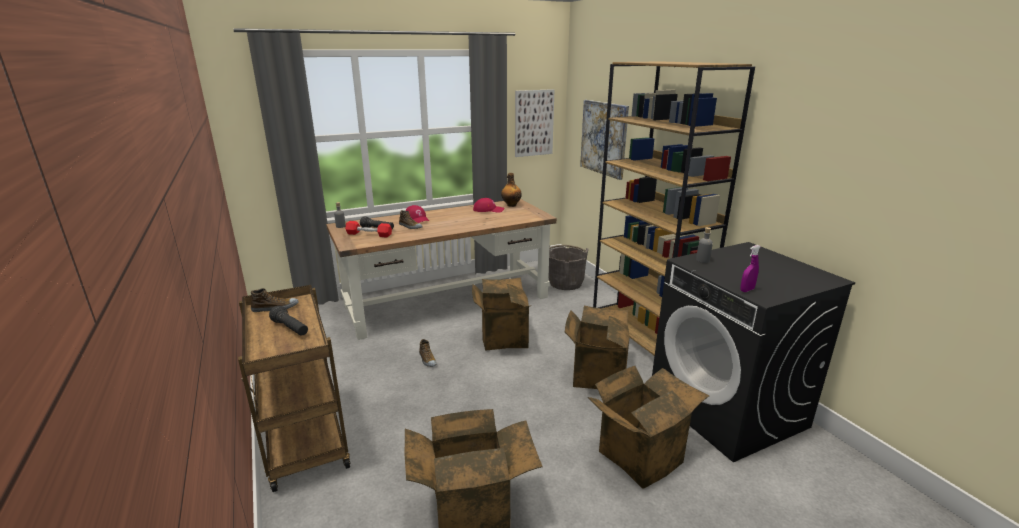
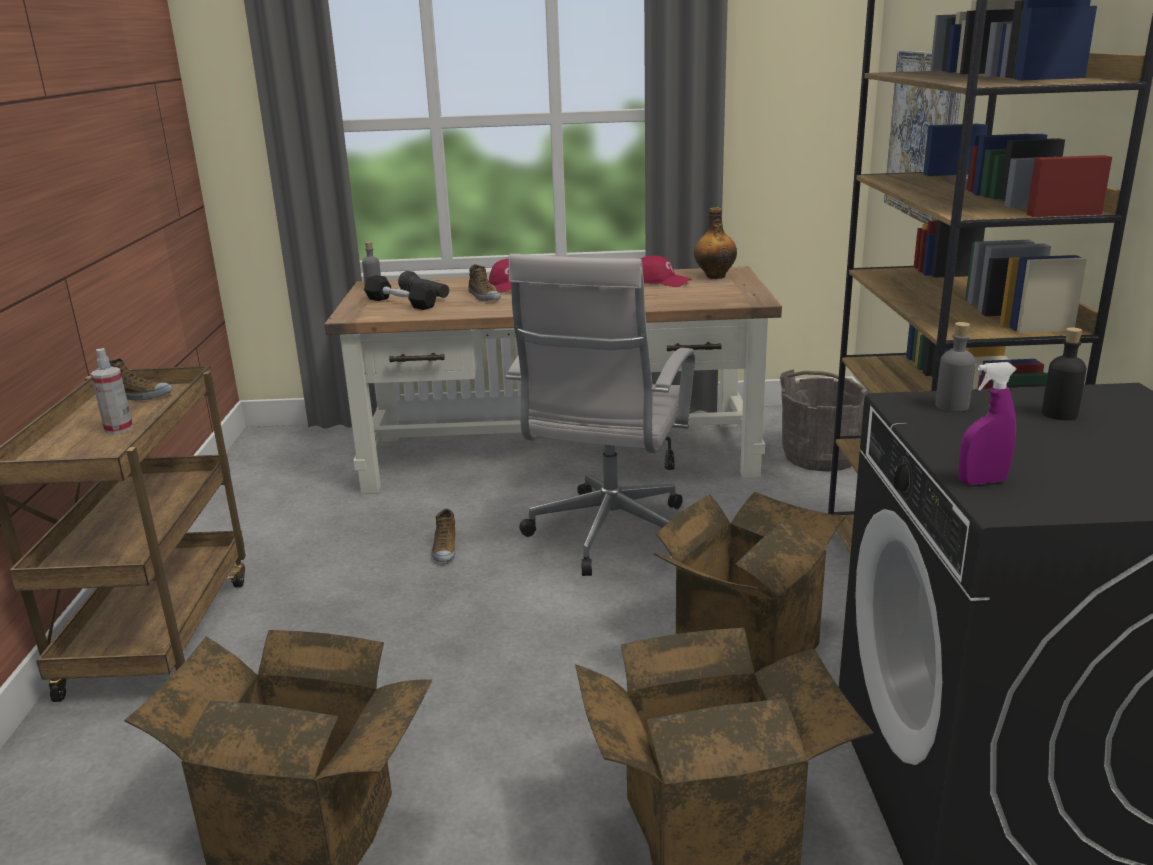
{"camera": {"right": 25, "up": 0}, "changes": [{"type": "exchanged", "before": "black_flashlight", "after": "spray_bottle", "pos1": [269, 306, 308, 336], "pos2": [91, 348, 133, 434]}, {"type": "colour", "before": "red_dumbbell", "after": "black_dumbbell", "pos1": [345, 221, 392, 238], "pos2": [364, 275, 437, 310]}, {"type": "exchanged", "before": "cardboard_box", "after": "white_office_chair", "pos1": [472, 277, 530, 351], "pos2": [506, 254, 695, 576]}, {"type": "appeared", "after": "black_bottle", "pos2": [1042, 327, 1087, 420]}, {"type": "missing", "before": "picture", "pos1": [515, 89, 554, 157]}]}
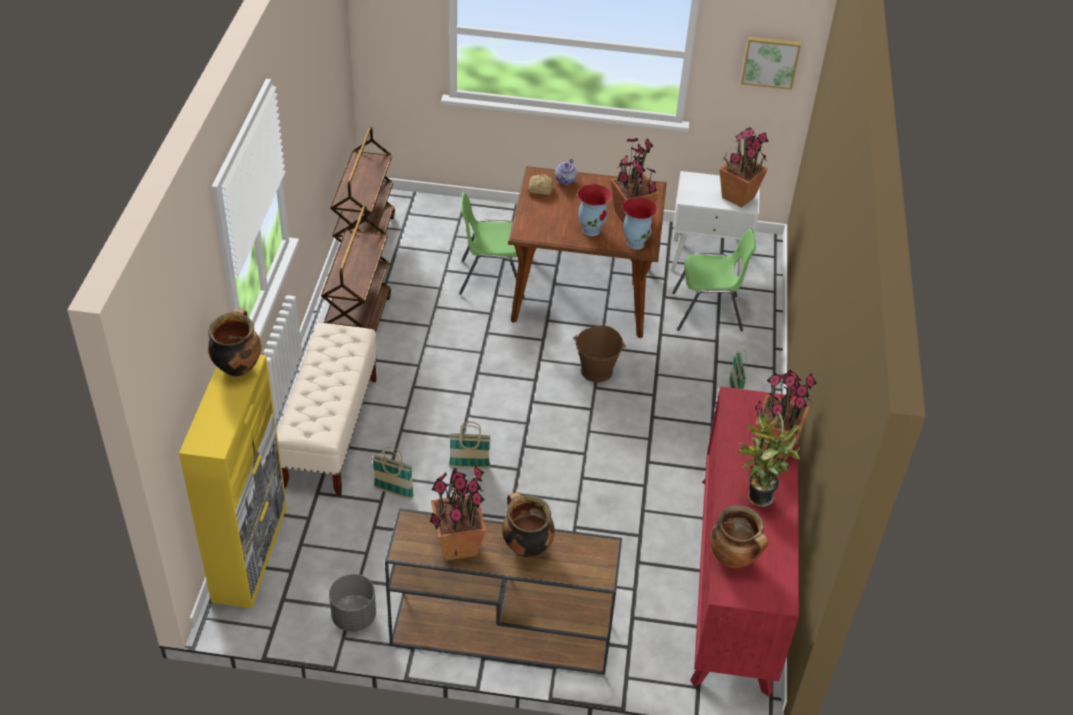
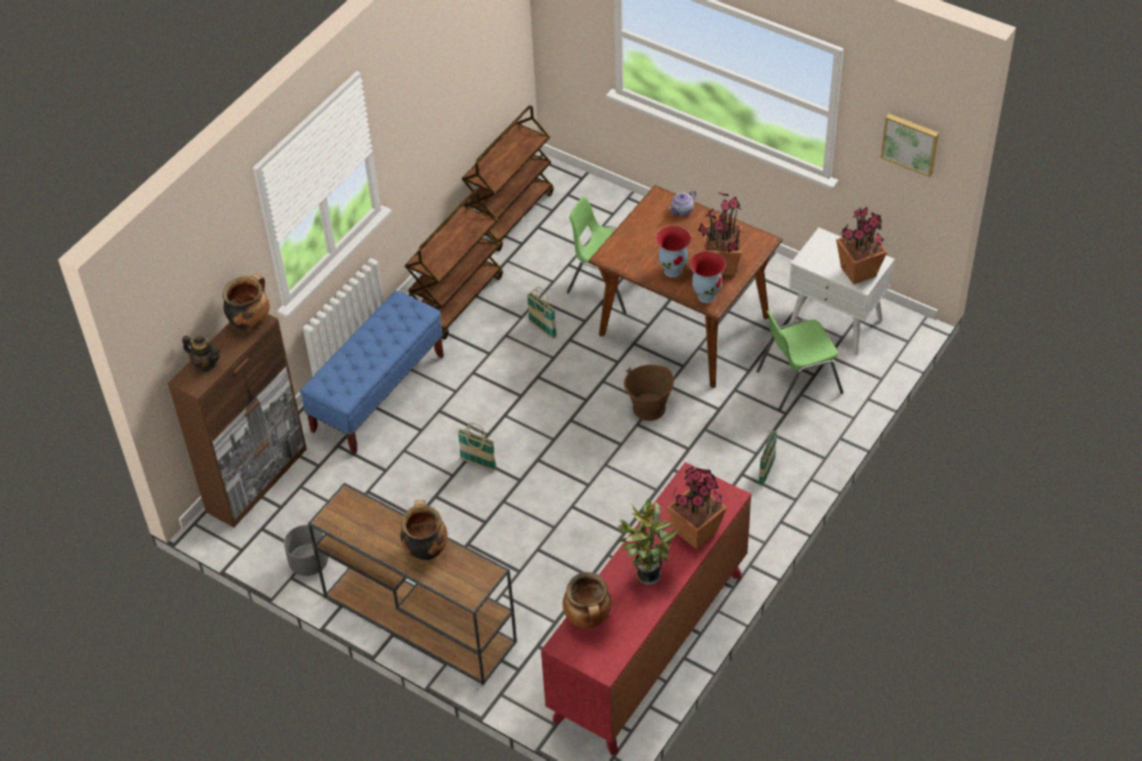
{"camera": {"right": 30, "up": 5}, "changes": [{"type": "colour", "before": "yellow_cabinet", "after": "brown_cabinet", "pos1": [179, 355, 287, 608], "pos2": [168, 314, 307, 528]}, {"type": "appeared", "after": "teapot", "pos2": [182, 336, 221, 371]}, {"type": "colour", "before": "beige_bench", "after": "blue_bench", "pos1": [277, 323, 377, 496], "pos2": [300, 291, 444, 454]}, {"type": "relocated", "before": "basket", "pos1": [372, 447, 414, 500], "pos2": [527, 287, 557, 339]}, {"type": "spun", "before": "green_chair", "pos1": [672, 228, 756, 331], "pos2": [756, 310, 843, 411], "turn": 135}, {"type": "missing", "before": "potted_plant", "pos1": [430, 465, 486, 561]}, {"type": "missing", "before": "bread", "pos1": [528, 174, 553, 195]}]}
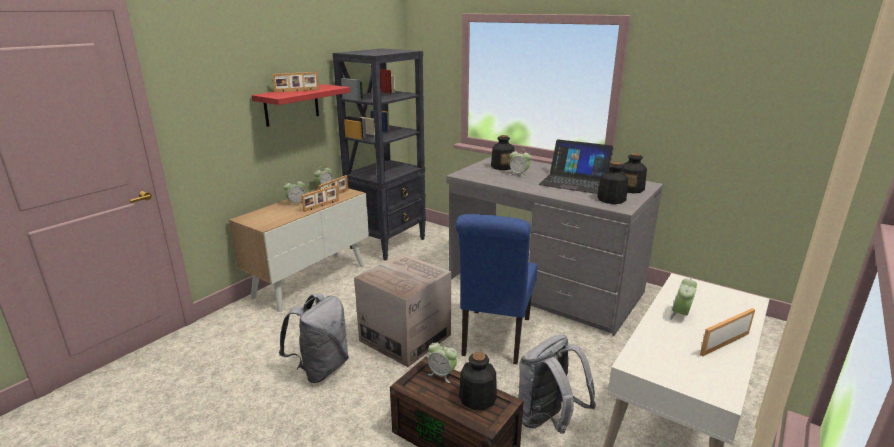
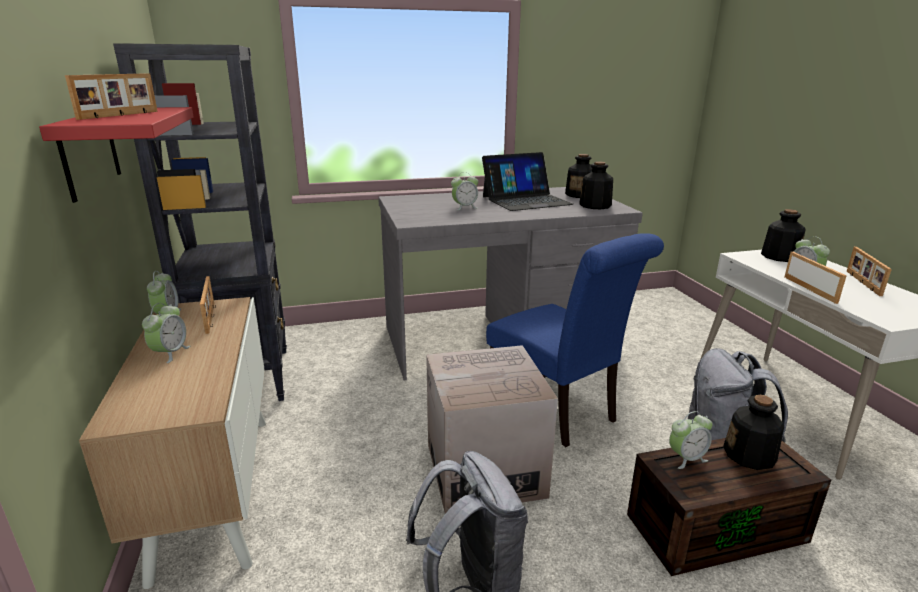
{"camera": {"right": -50, "up": 0}, "changes": [{"type": "relocated", "before": "bottle", "pos1": [491, 135, 514, 170], "pos2": [761, 209, 806, 262]}, {"type": "relocated", "before": "picture_frame", "pos1": [301, 185, 339, 212], "pos2": [784, 252, 847, 304]}]}
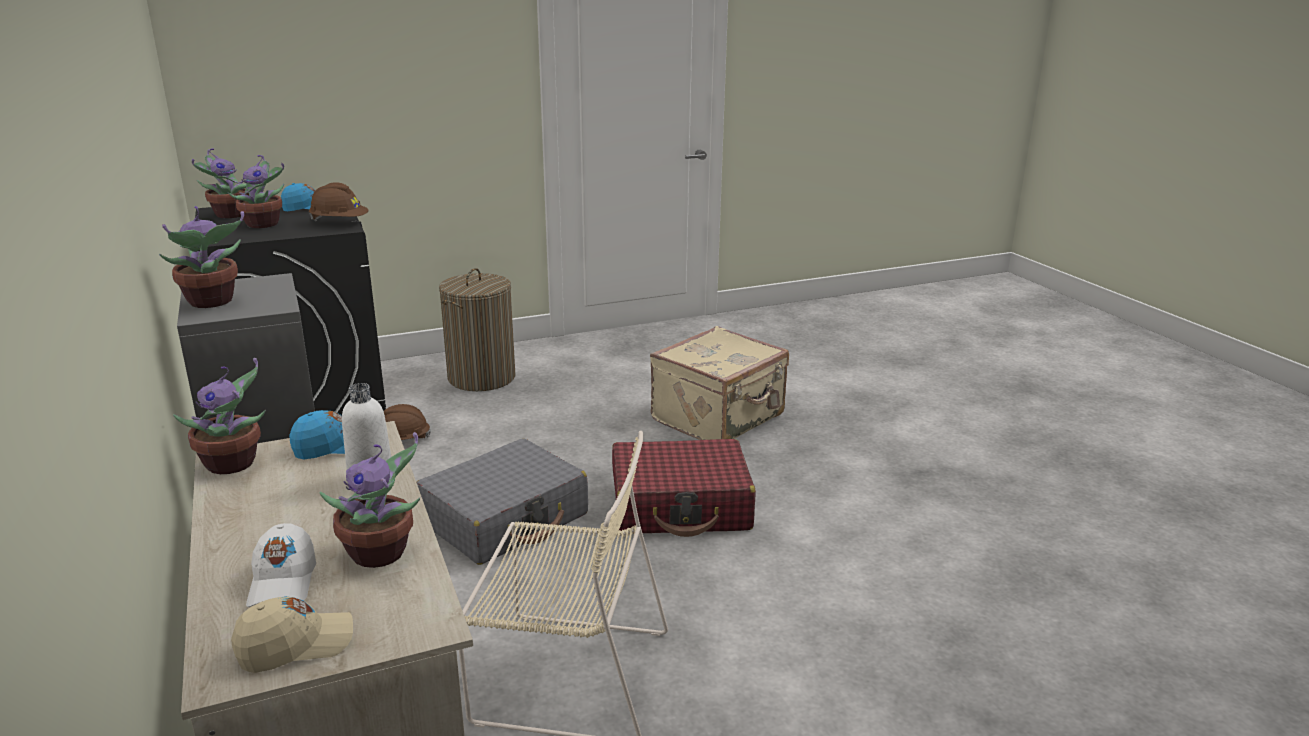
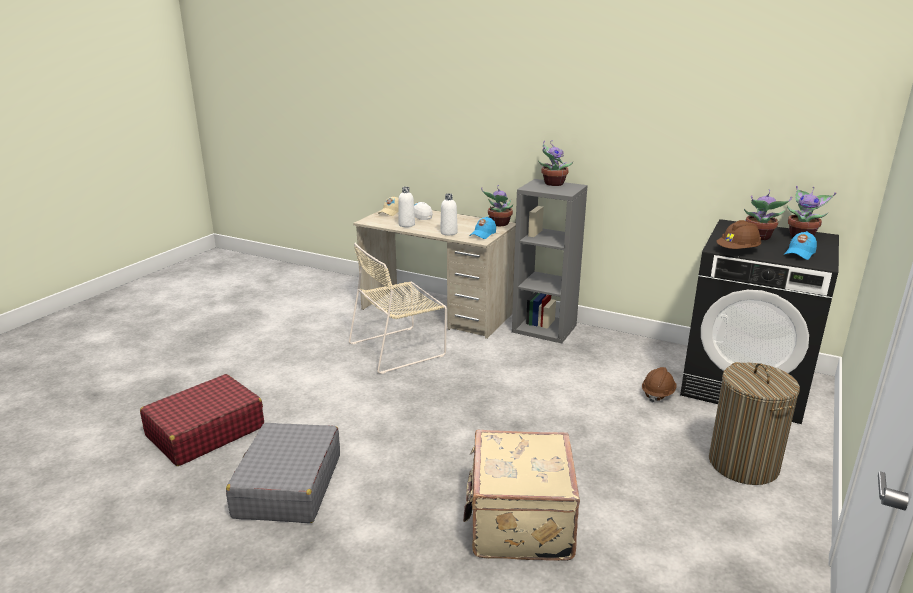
{"camera": {"right": 140, "up": 0}, "changes": [{"type": "relocated", "before": "red_suitcase", "pos1": [612, 439, 756, 537], "pos2": [140, 374, 264, 466]}, {"type": "relocated", "before": "grey_suitcase", "pos1": [416, 439, 588, 565], "pos2": [226, 423, 340, 523]}, {"type": "exchanged", "before": "potted_plant", "after": "white_bottle", "pos1": [319, 432, 420, 568], "pos2": [398, 187, 415, 227]}]}
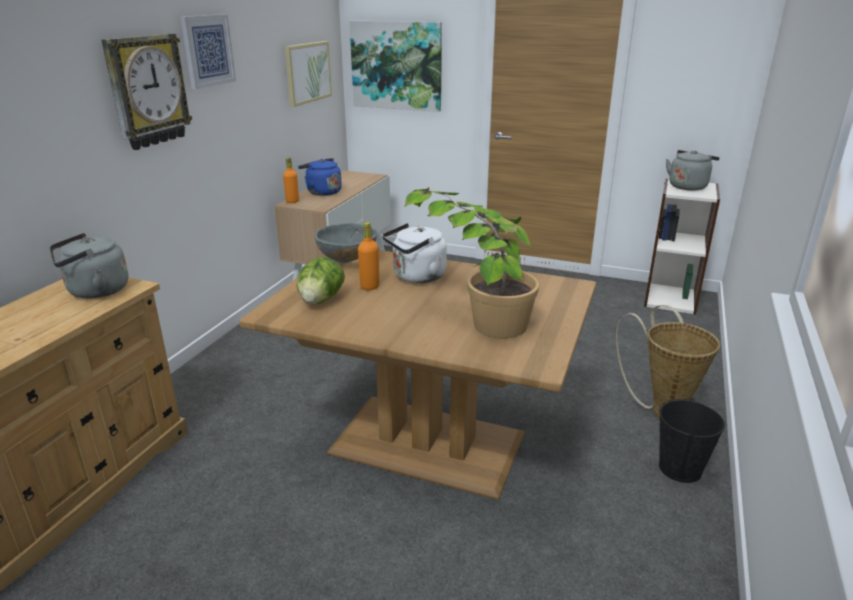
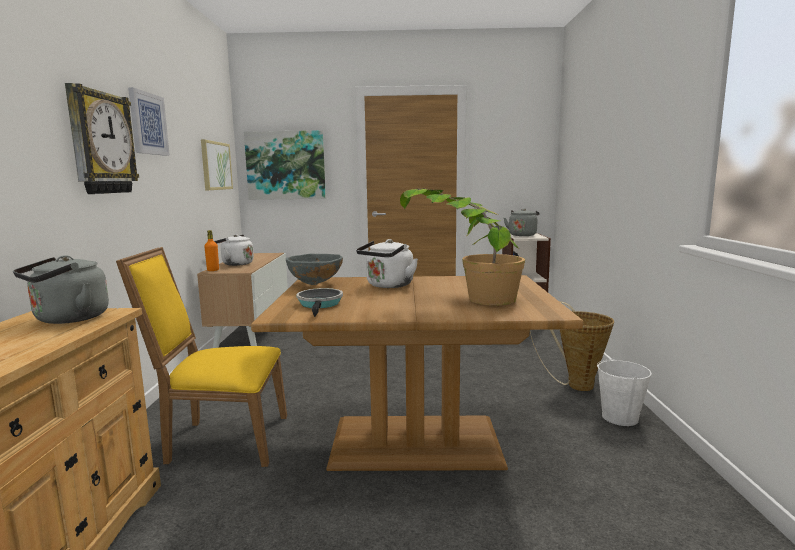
{"camera": {"right": -20, "up": -15}, "changes": [{"type": "appeared", "after": "yellow_chair", "pos2": [116, 247, 287, 467]}, {"type": "colour", "before": "blue_kettle", "after": "white_kettle", "pos1": [298, 158, 342, 196], "pos2": [214, 234, 254, 266]}, {"type": "exchanged", "before": "lettuce", "after": "frying_pan", "pos1": [297, 257, 345, 304], "pos2": [297, 288, 343, 317]}, {"type": "colour", "before": "black_bucket", "after": "white_bucket", "pos1": [659, 398, 725, 483], "pos2": [597, 358, 652, 426]}, {"type": "missing", "before": "orange_bottle", "pos1": [358, 222, 379, 290]}]}
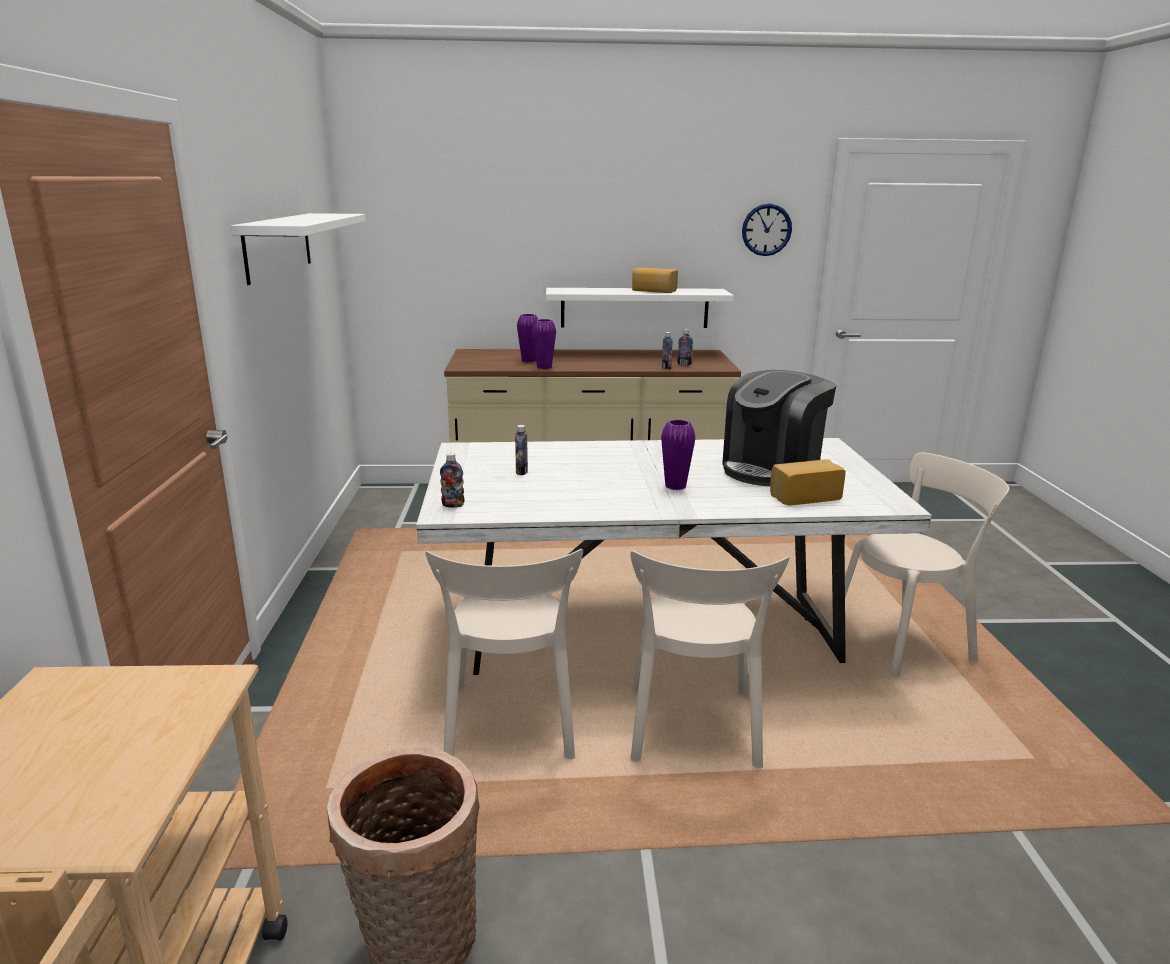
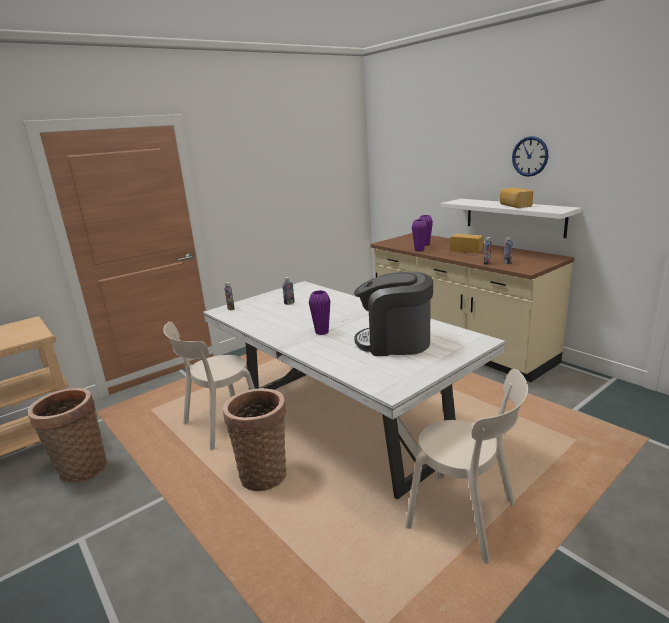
{"camera": {"right": 55, "up": 0}, "changes": [{"type": "exchanged", "before": "beige_chair", "after": "basket", "pos1": [630, 551, 789, 769], "pos2": [223, 388, 287, 491]}, {"type": "relocated", "before": "bread", "pos1": [770, 459, 846, 506], "pos2": [450, 234, 483, 253]}, {"type": "relocated", "before": "wall_clock", "pos1": [742, 204, 792, 256], "pos2": [512, 136, 549, 177]}, {"type": "missing", "before": "white_shelf", "pos1": [231, 213, 366, 285]}]}
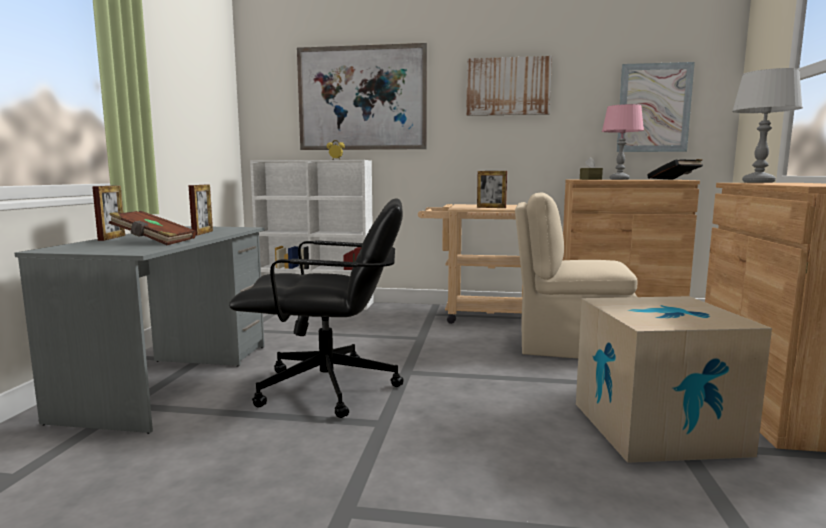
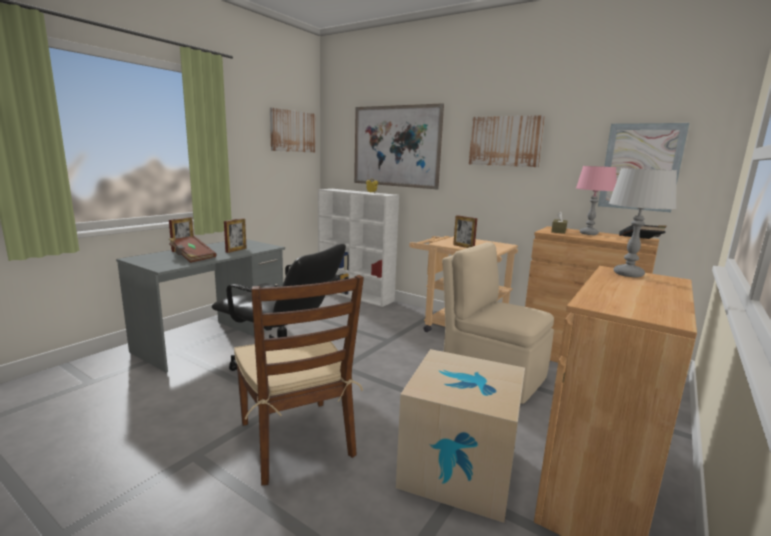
{"camera": {"right": 25, "up": 5}, "changes": [{"type": "appeared", "after": "brown_chair", "pos2": [234, 275, 364, 485]}, {"type": "appeared", "after": "picture", "pos2": [270, 108, 316, 153]}]}
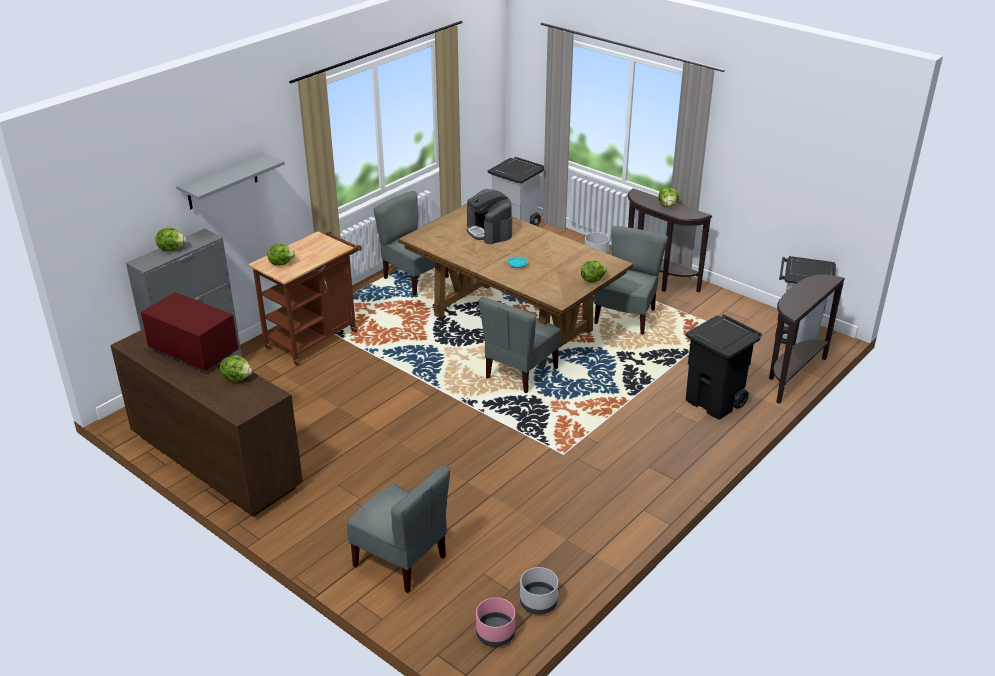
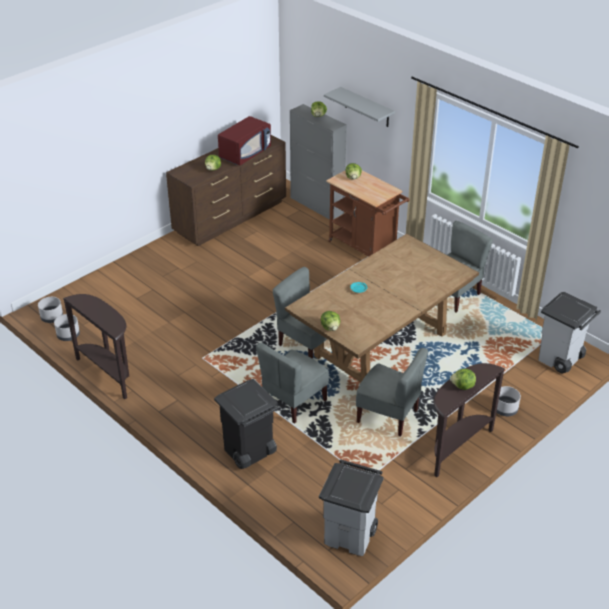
{"camera": {"right": 95, "up": 5}, "changes": [{"type": "colour", "before": "pink_planter", "after": "grey_planter", "pos1": [476, 598, 515, 647], "pos2": [38, 297, 63, 323]}, {"type": "relocated", "before": "brown_console_table", "pos1": [769, 275, 845, 404], "pos2": [63, 294, 129, 399]}, {"type": "relocated", "before": "grey_chair", "pos1": [347, 465, 450, 593], "pos2": [256, 342, 329, 424]}, {"type": "missing", "before": "coffee_machine", "pos1": [467, 189, 512, 244]}]}
